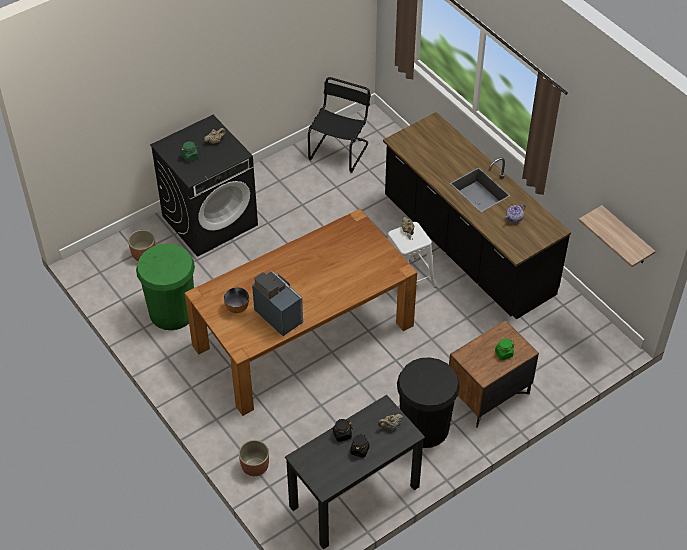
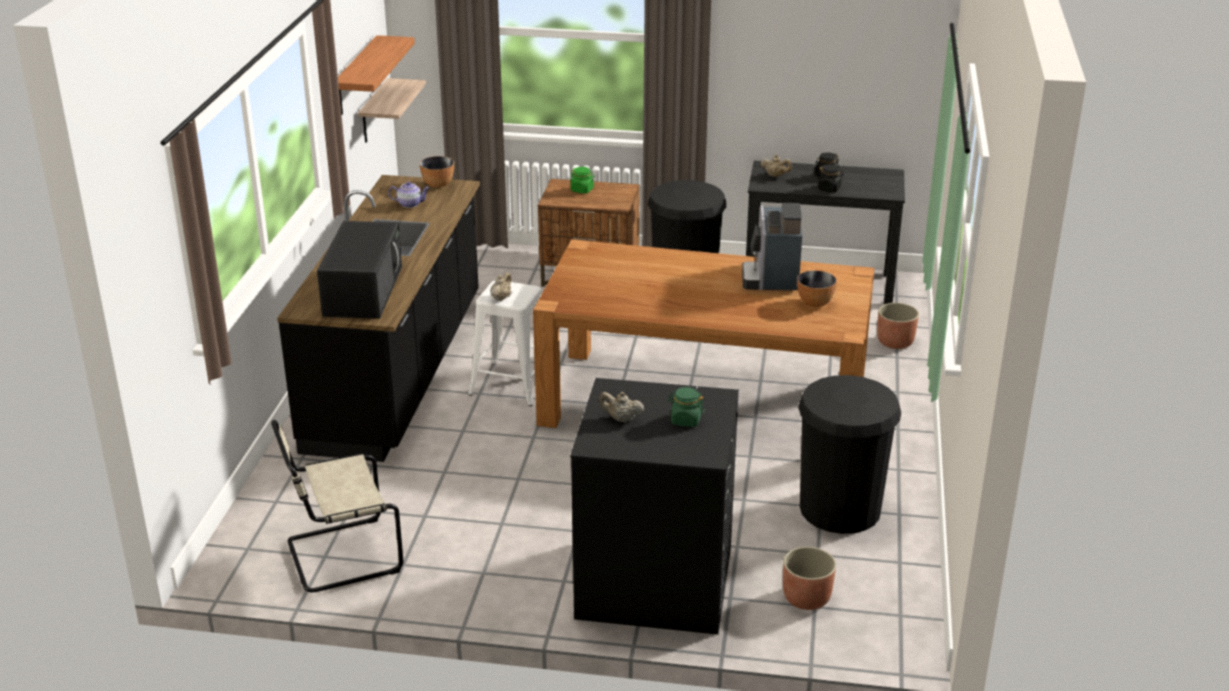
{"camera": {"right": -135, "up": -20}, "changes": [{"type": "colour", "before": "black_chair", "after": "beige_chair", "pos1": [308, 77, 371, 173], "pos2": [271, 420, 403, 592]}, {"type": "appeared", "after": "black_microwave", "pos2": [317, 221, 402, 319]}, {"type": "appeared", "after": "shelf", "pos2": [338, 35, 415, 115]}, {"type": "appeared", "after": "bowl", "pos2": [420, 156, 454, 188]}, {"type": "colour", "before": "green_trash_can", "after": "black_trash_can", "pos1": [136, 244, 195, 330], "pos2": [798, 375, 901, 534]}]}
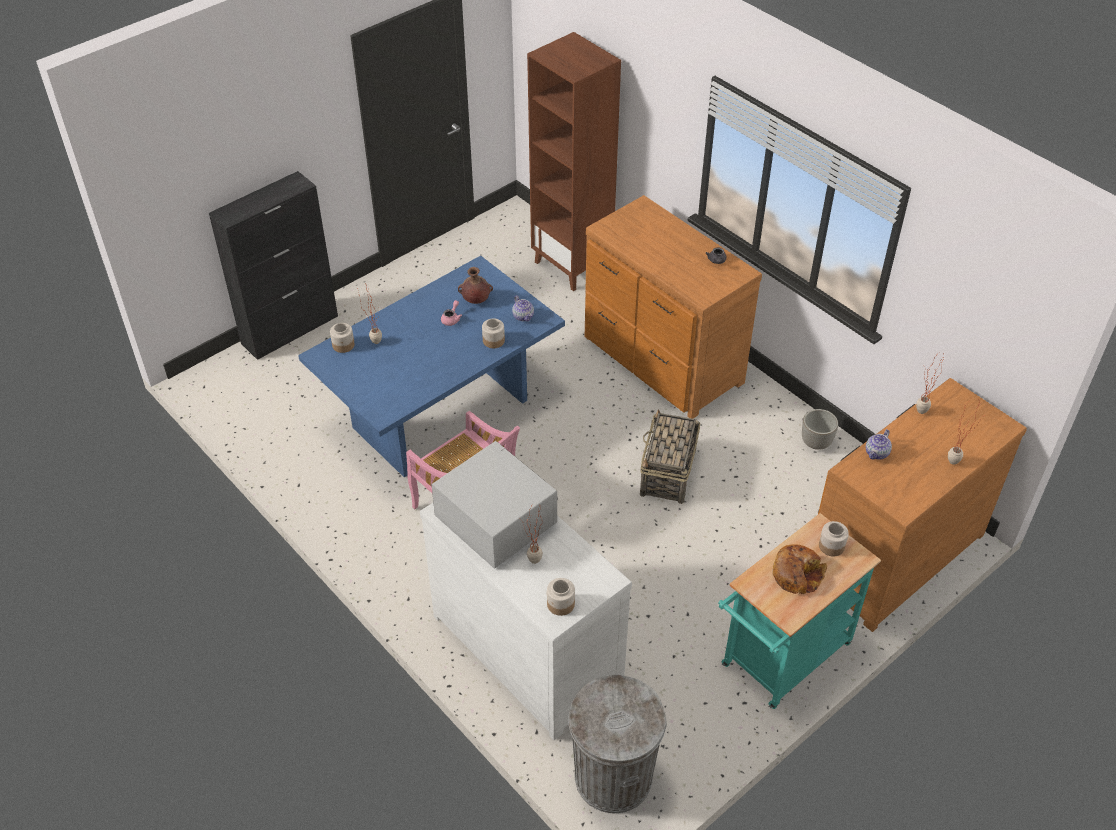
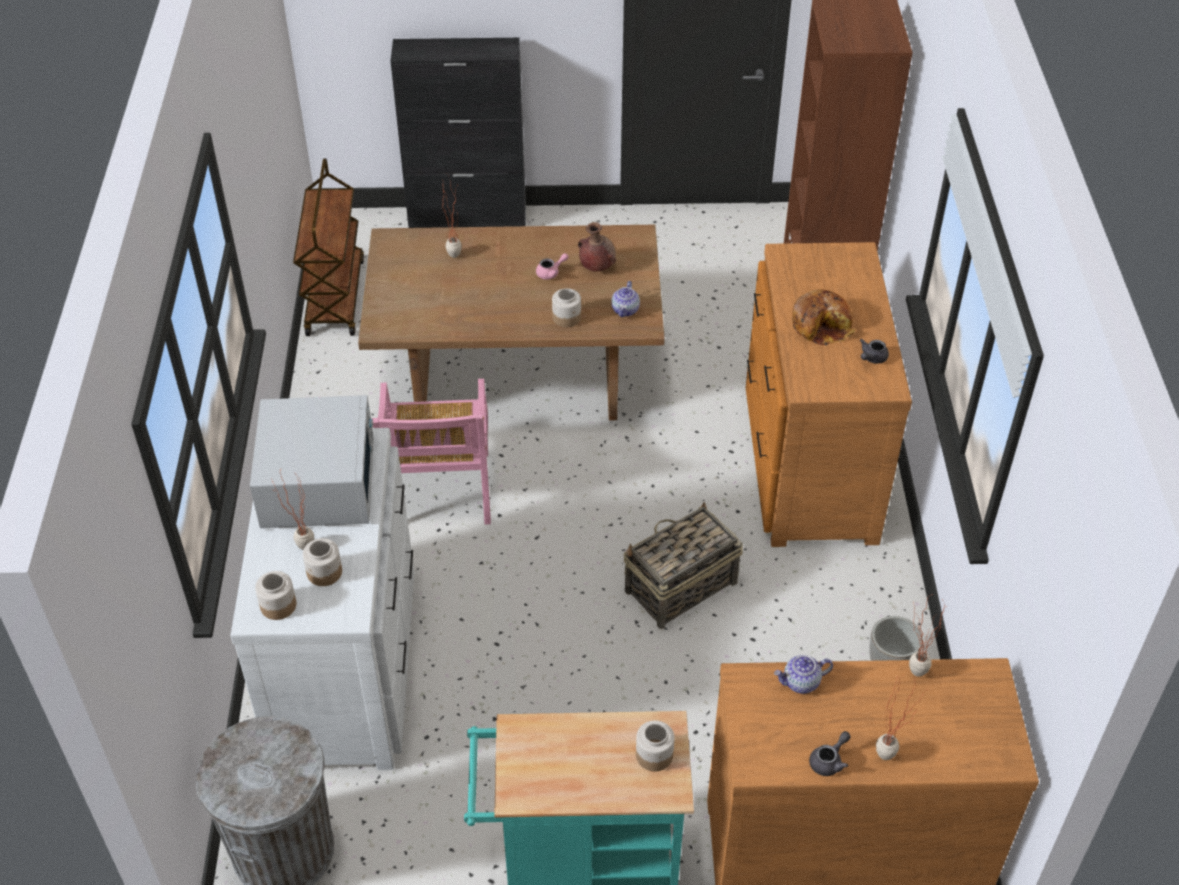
{"camera": {"right": 40, "up": 0}, "changes": [{"type": "appeared", "after": "brown_cart", "pos2": [293, 158, 364, 336]}, {"type": "relocated", "before": "jar", "pos1": [330, 323, 355, 353], "pos2": [303, 538, 342, 586]}, {"type": "colour", "before": "blue_dining_table", "after": "brown_dining_table", "pos1": [298, 256, 565, 477], "pos2": [358, 225, 665, 420]}, {"type": "relocated", "before": "bread", "pos1": [772, 544, 827, 594], "pos2": [792, 289, 855, 346]}, {"type": "appeared", "after": "grey_teapot", "pos2": [809, 731, 851, 776]}]}
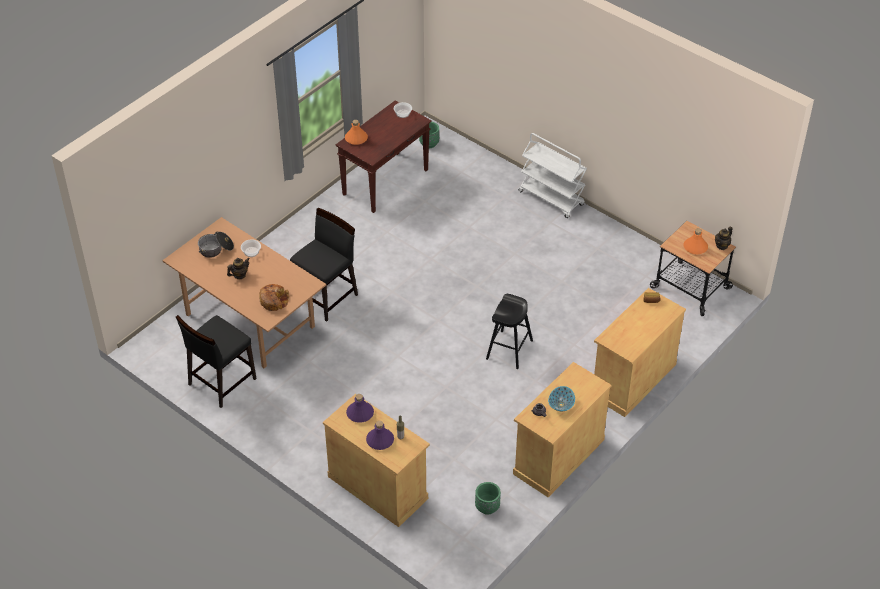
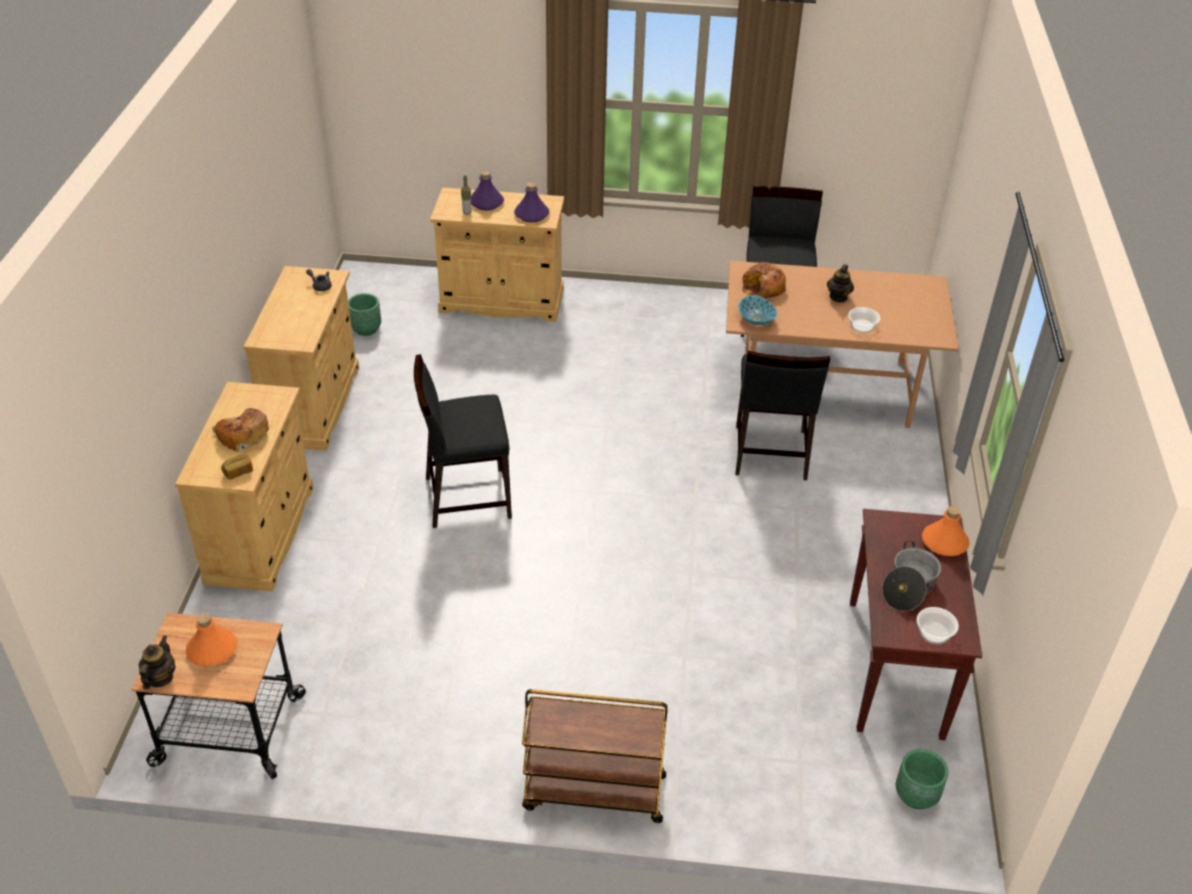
{"camera": {"right": 145, "up": -5}, "changes": [{"type": "appeared", "after": "bread", "pos2": [212, 408, 269, 452]}, {"type": "exchanged", "before": "black_stool", "after": "black_chair", "pos1": [486, 294, 533, 369], "pos2": [414, 354, 512, 528]}, {"type": "colour", "before": "white_cart", "after": "brown_cart", "pos1": [518, 133, 587, 218], "pos2": [522, 689, 668, 823]}, {"type": "relocated", "before": "bowl", "pos1": [548, 386, 575, 411], "pos2": [739, 295, 777, 325]}, {"type": "relocated", "before": "cooking_pot", "pos1": [198, 232, 234, 258], "pos2": [882, 541, 941, 611]}]}
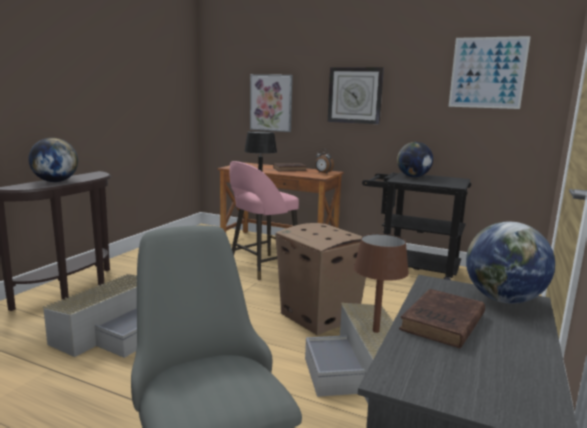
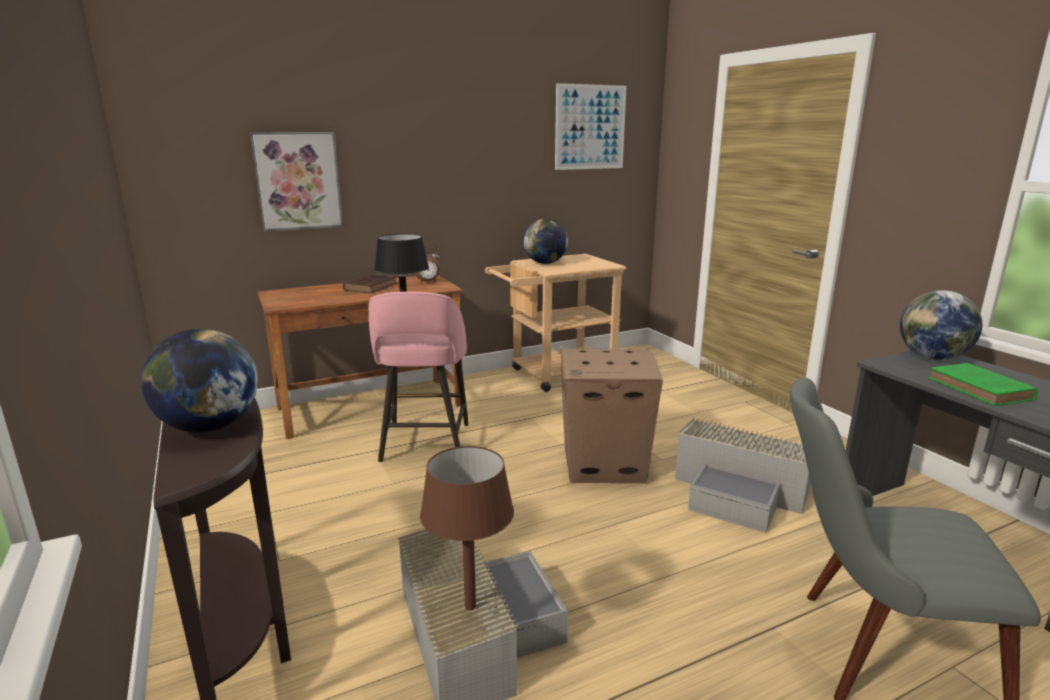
{"camera": {"right": -50, "up": 5}, "changes": [{"type": "relocated", "before": "brown_table_lamp", "pos1": [354, 234, 409, 333], "pos2": [420, 446, 514, 610]}, {"type": "colour", "before": "black_cart", "after": "beige_cart", "pos1": [362, 173, 471, 280], "pos2": [485, 254, 626, 392]}, {"type": "colour", "before": "brown_book", "after": "green_book", "pos1": [399, 289, 485, 348], "pos2": [928, 363, 1038, 406]}, {"type": "missing", "before": "wall_clock", "pos1": [328, 67, 384, 124]}]}
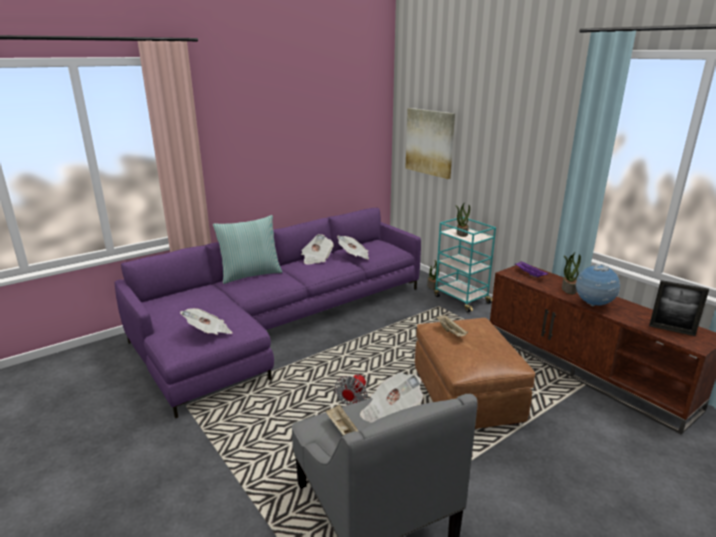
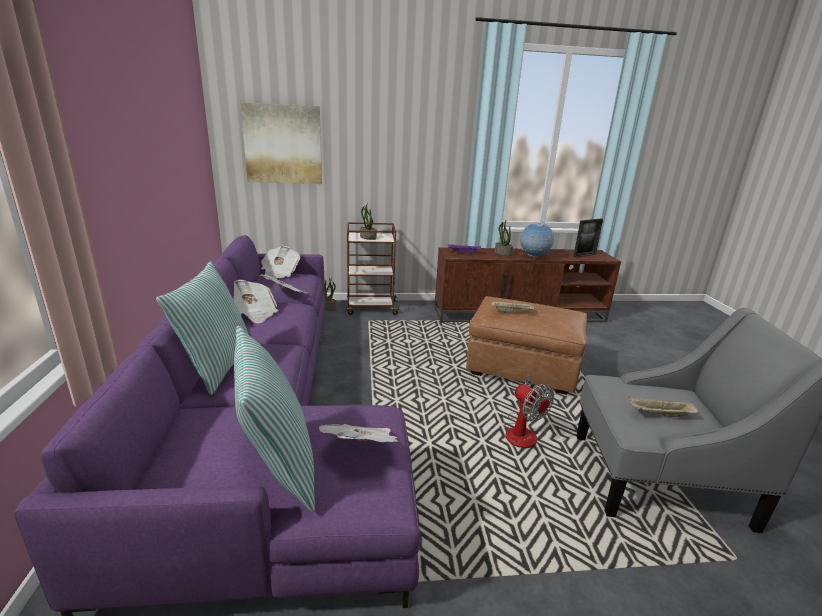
{"camera": {"right": -60, "up": 0}, "changes": [{"type": "appeared", "after": "pillow", "pos2": [234, 326, 315, 512]}, {"type": "relocated", "before": "newspaper", "pos1": [360, 372, 423, 423], "pos2": [261, 246, 300, 280]}, {"type": "colour", "before": "turquoise_cart", "after": "brown_cart", "pos1": [434, 217, 496, 312], "pos2": [346, 222, 400, 315]}]}
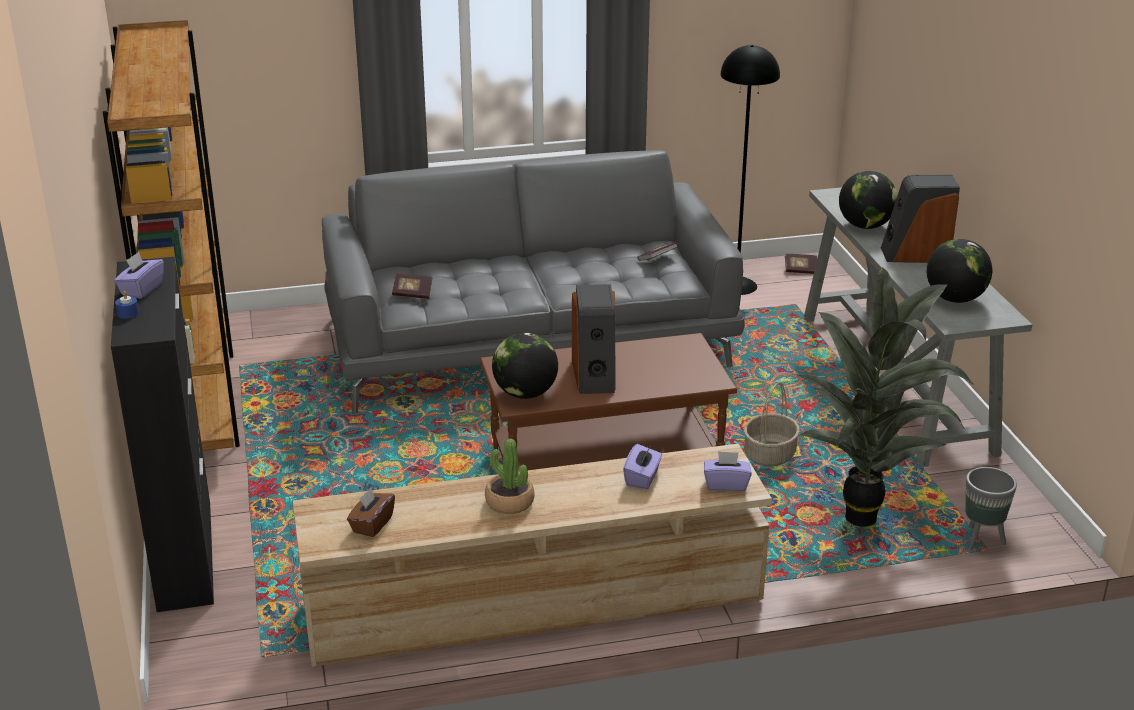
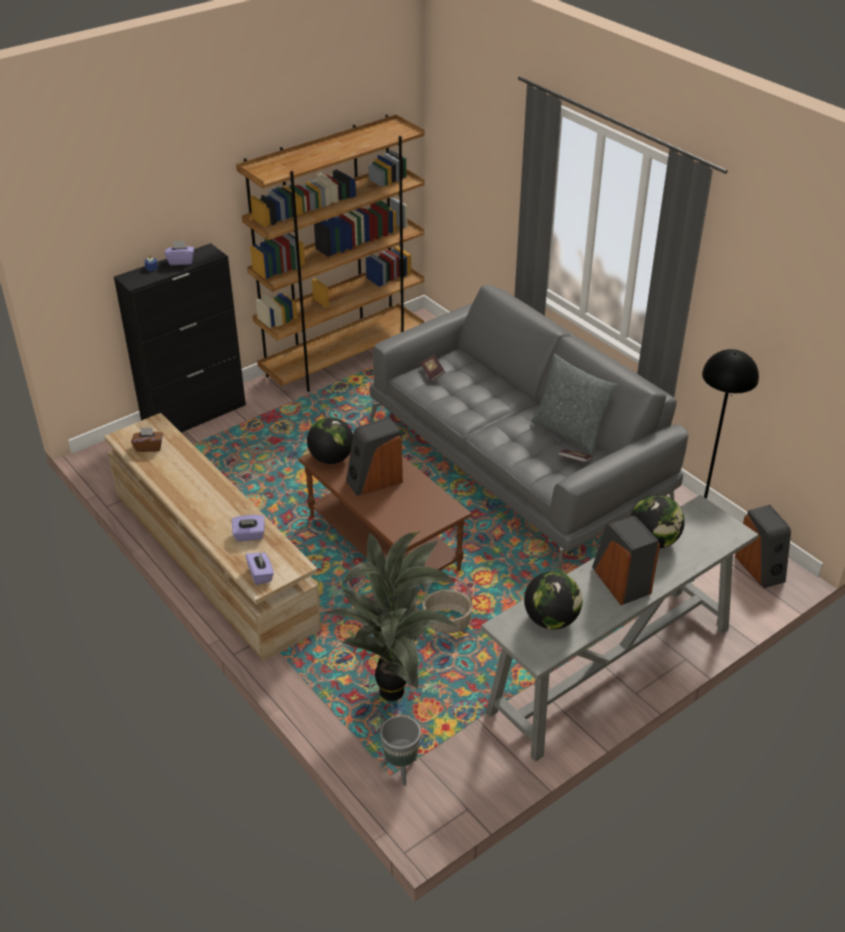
{"camera": {"right": 65, "up": 10}, "changes": [{"type": "appeared", "after": "grey_pillow", "pos2": [532, 354, 618, 455]}, {"type": "exchanged", "before": "book", "after": "speaker", "pos1": [785, 254, 817, 274], "pos2": [735, 505, 791, 588]}, {"type": "missing", "before": "potted_plant", "pos1": [485, 439, 535, 514]}]}
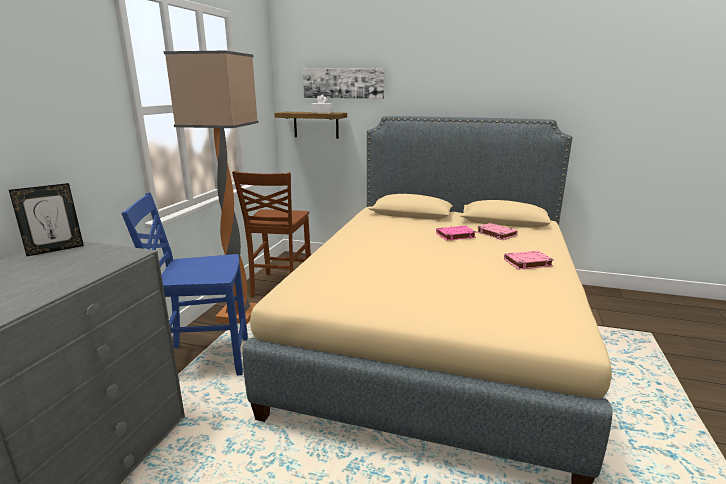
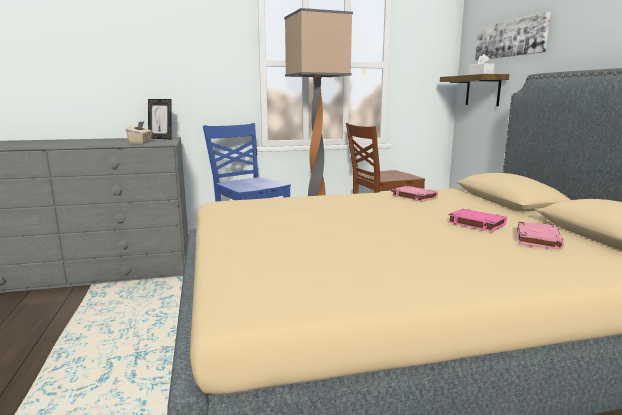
{"camera": {"right": 60, "up": -5}, "changes": [{"type": "appeared", "after": "beige_tissue_box", "pos2": [126, 121, 153, 144]}, {"type": "relocated", "before": "pink_book", "pos1": [504, 251, 554, 270], "pos2": [392, 186, 438, 202]}]}
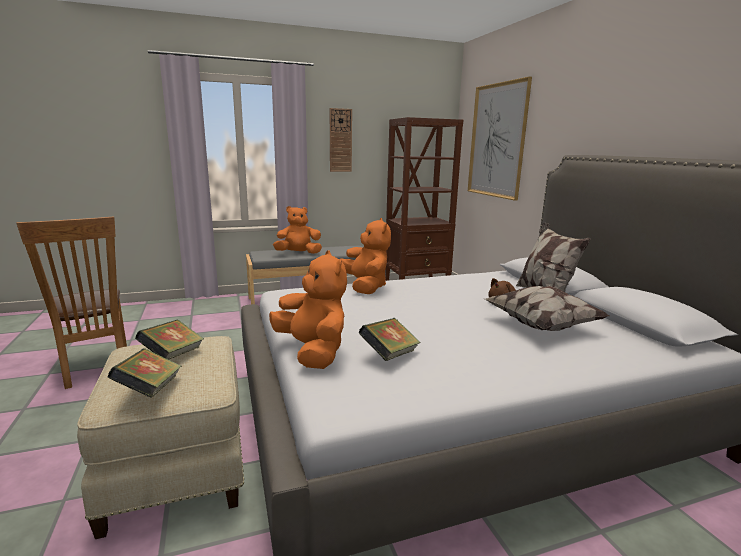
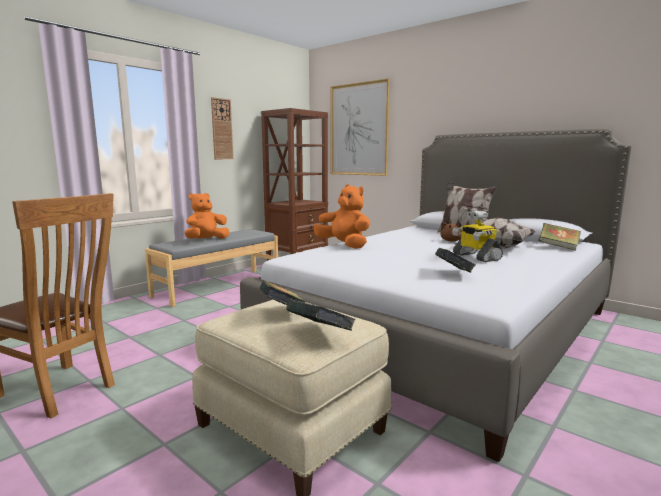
{"camera": {"right": -30, "up": -5}, "changes": [{"type": "appeared", "after": "toy_robot", "pos2": [452, 211, 503, 262]}, {"type": "appeared", "after": "book", "pos2": [538, 223, 581, 251]}, {"type": "missing", "before": "orange_plush_toy", "pos1": [269, 250, 347, 369]}]}
